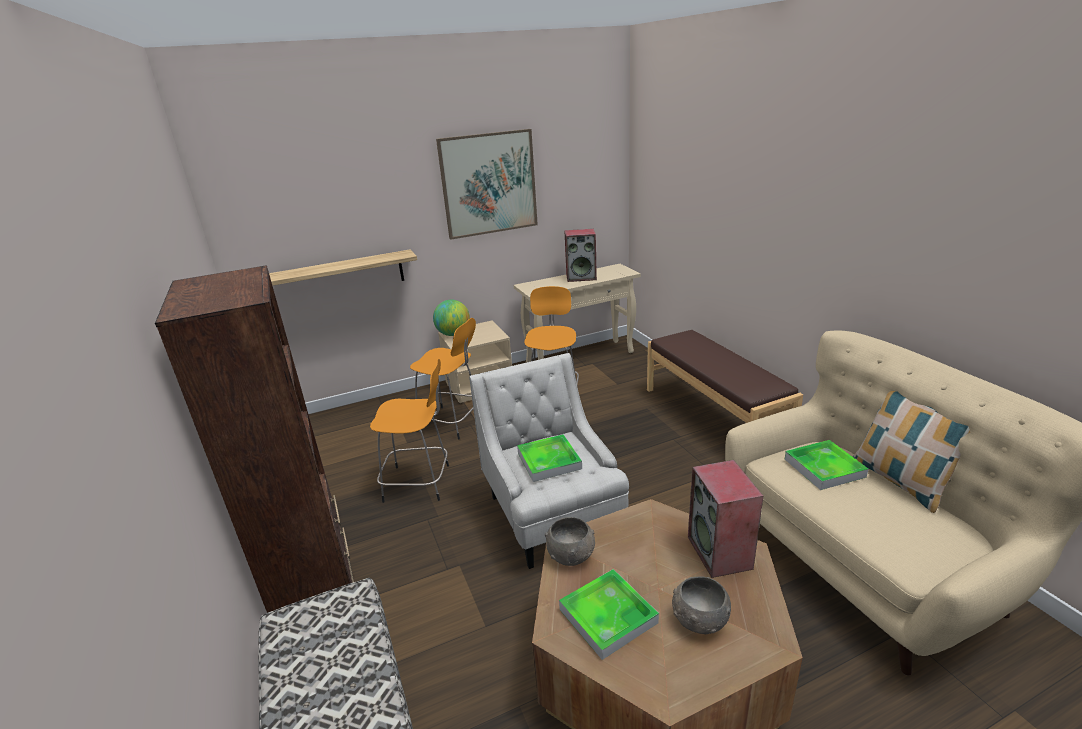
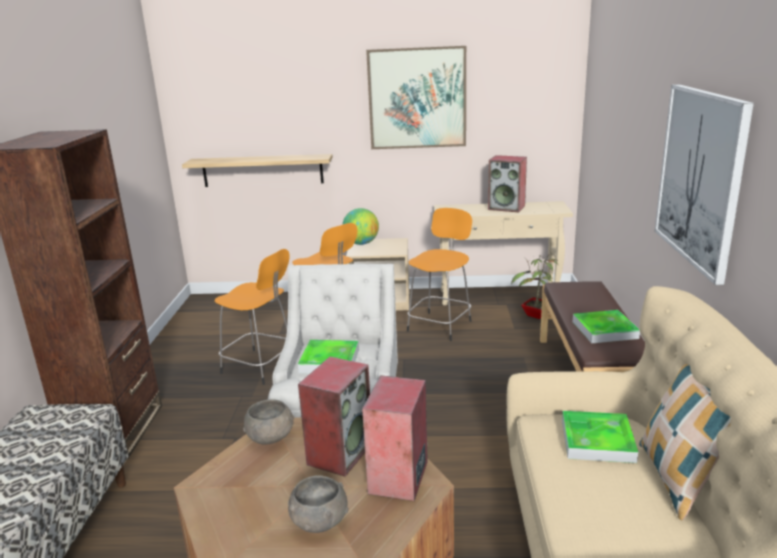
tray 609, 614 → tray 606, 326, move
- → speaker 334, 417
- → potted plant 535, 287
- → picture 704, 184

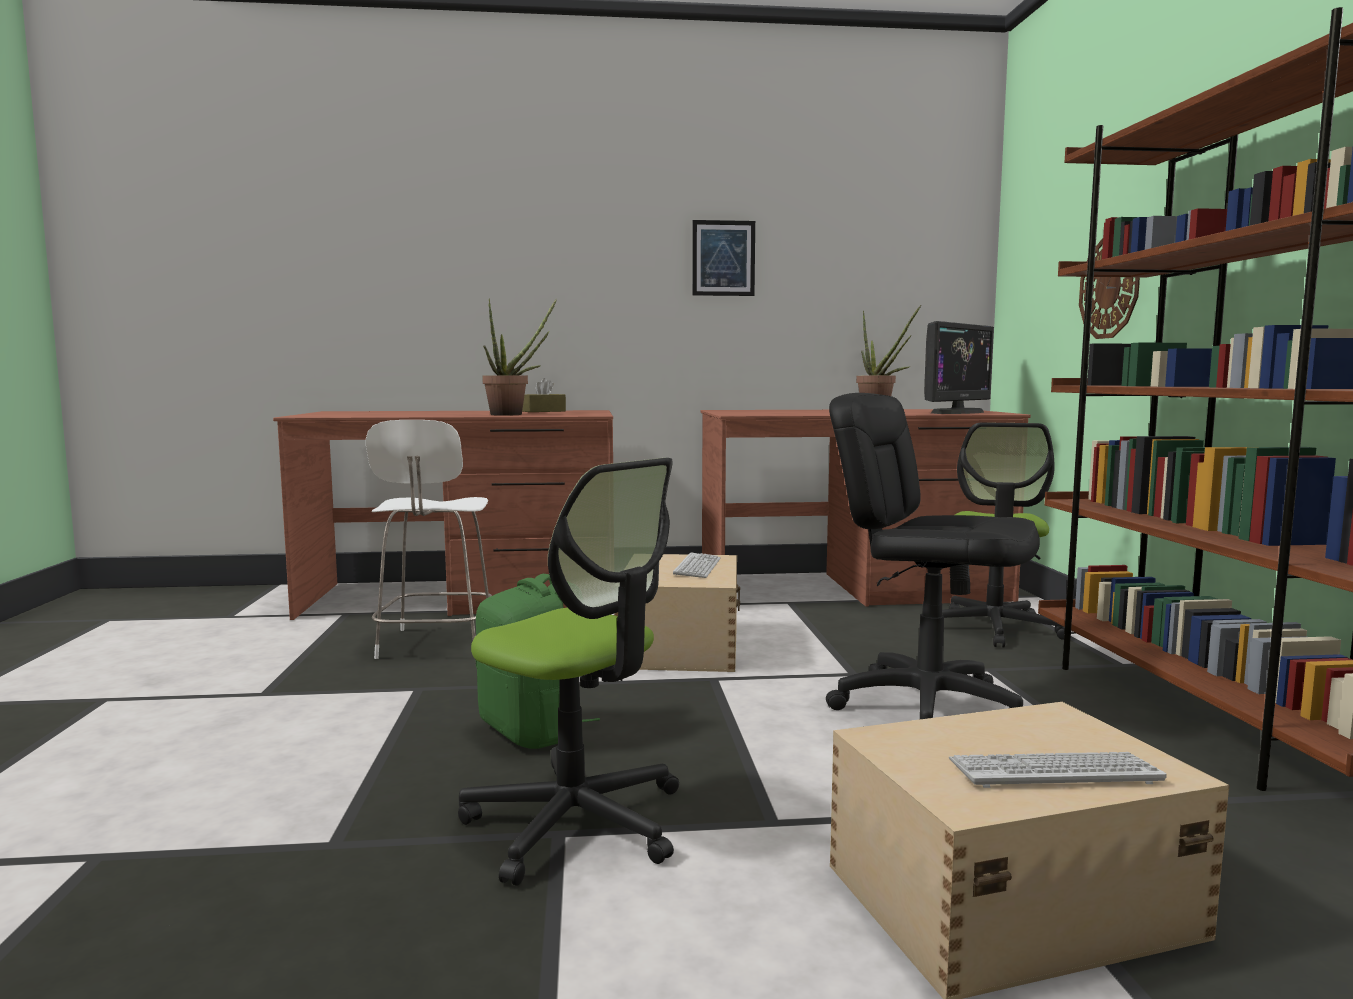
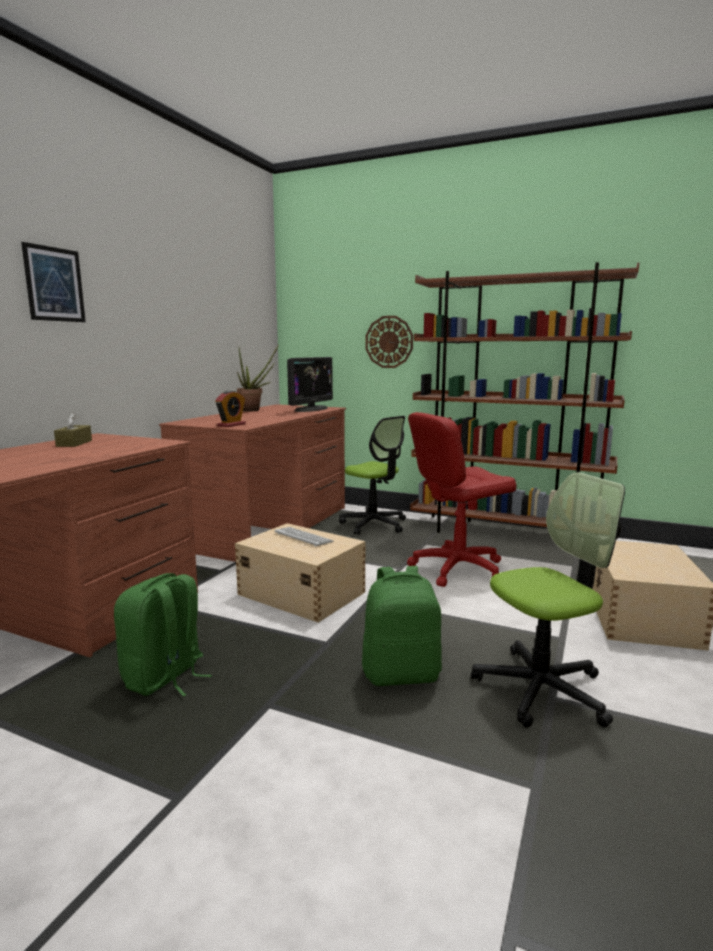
white stool 429, 539 → green backpack 163, 635
potted plant 519, 357 → -
picture 723, 258 → picture 53, 282, move
black office chair 933, 556 → red office chair 462, 499
monitor 959, 367 → monitor 310, 384, 45 degrees clockwise
keyboard 1058, 770 → -
- → alarm clock 230, 408

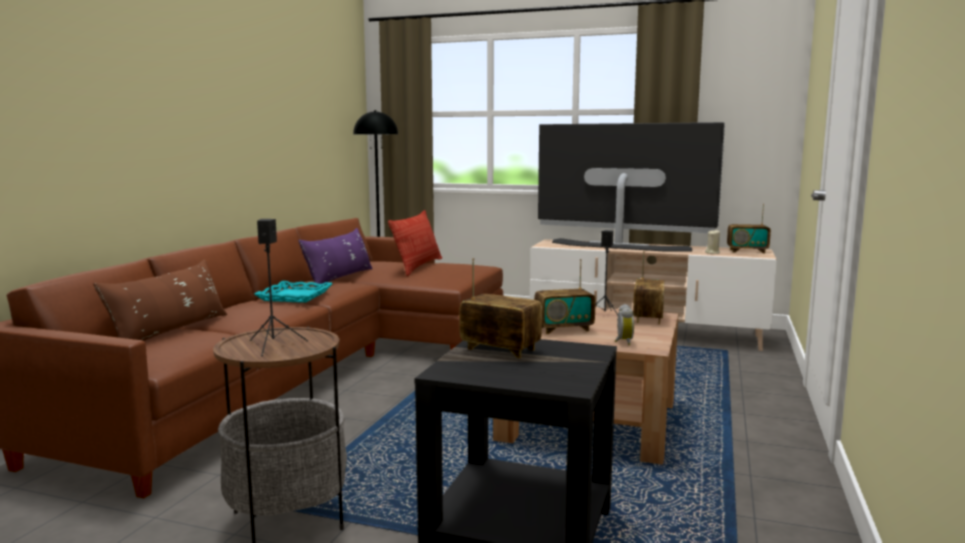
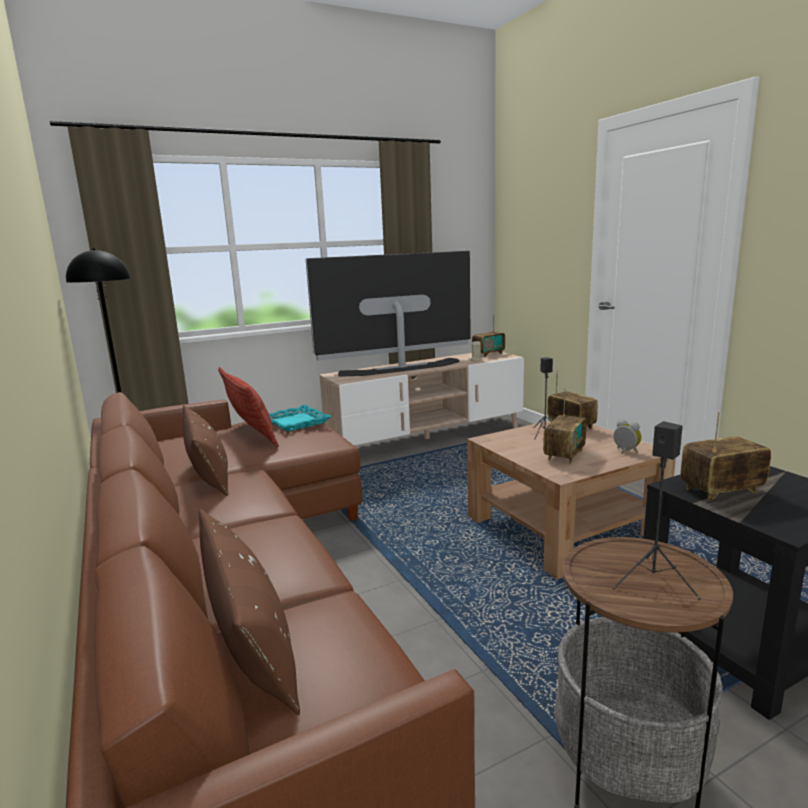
turquoise tray 293, 292 → turquoise tray 300, 418, move
purple pillow 335, 257 → brown pillow 205, 450

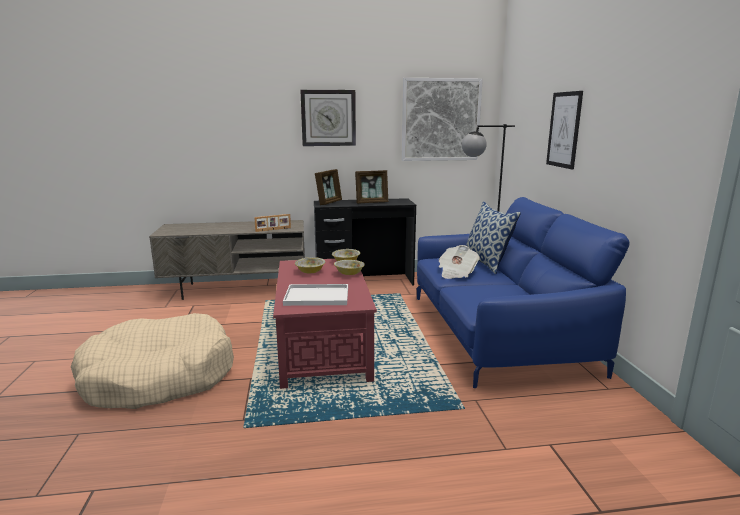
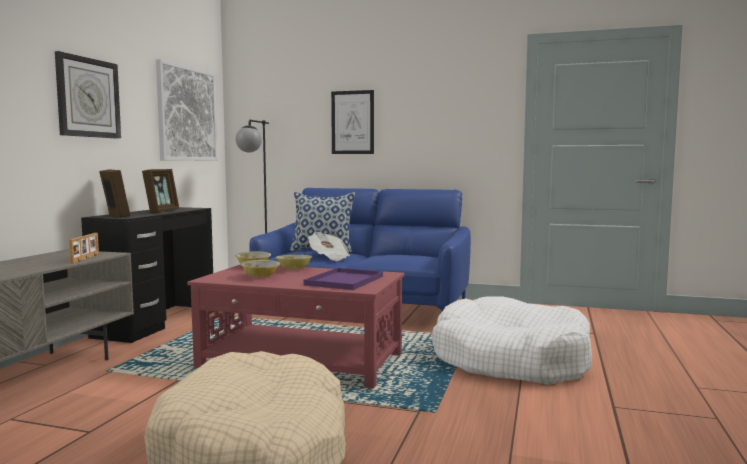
white tray 315, 295 → purple tray 343, 279
- → white dog bed 512, 340

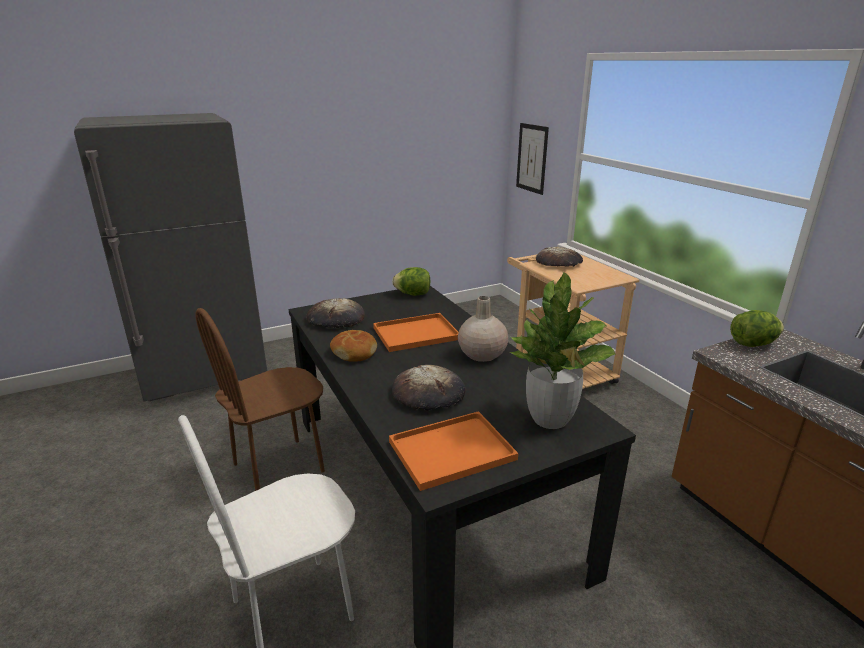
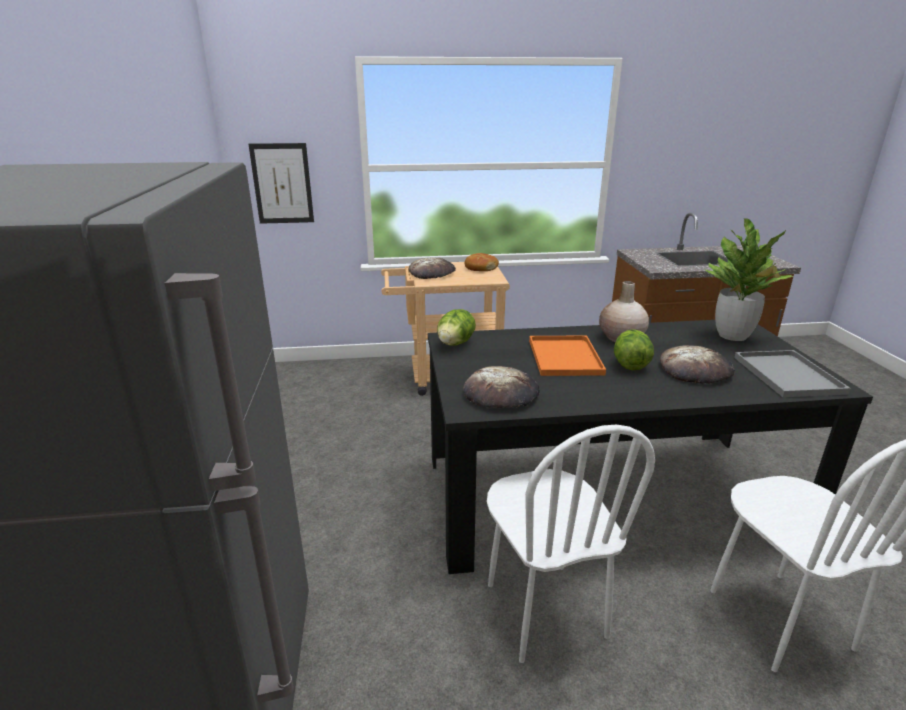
brown chair 260, 399 → white chair 571, 544
bread 353, 346 → bread 482, 262, move
orange tray 453, 451 → grey tray 792, 373
lettuce 757, 328 → lettuce 634, 349, move

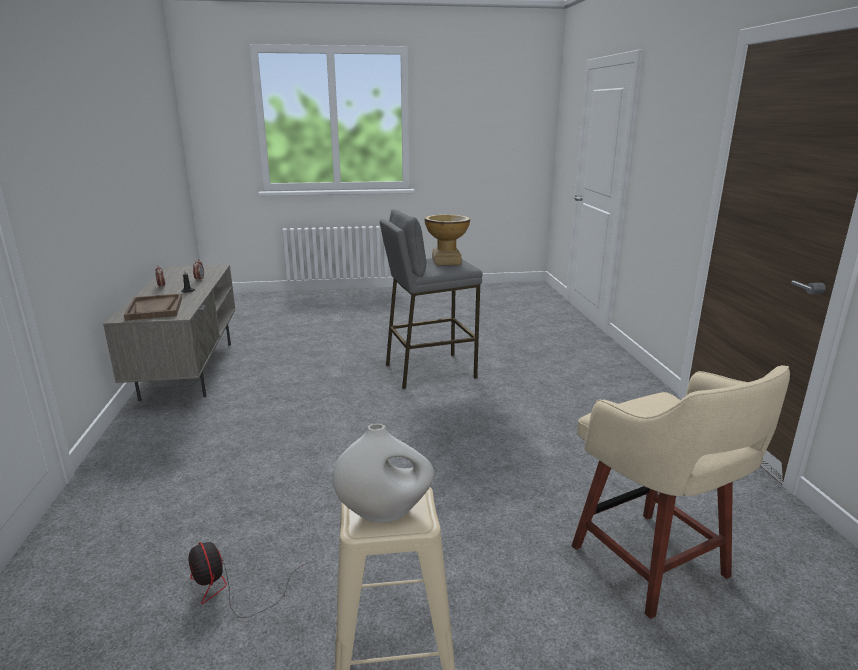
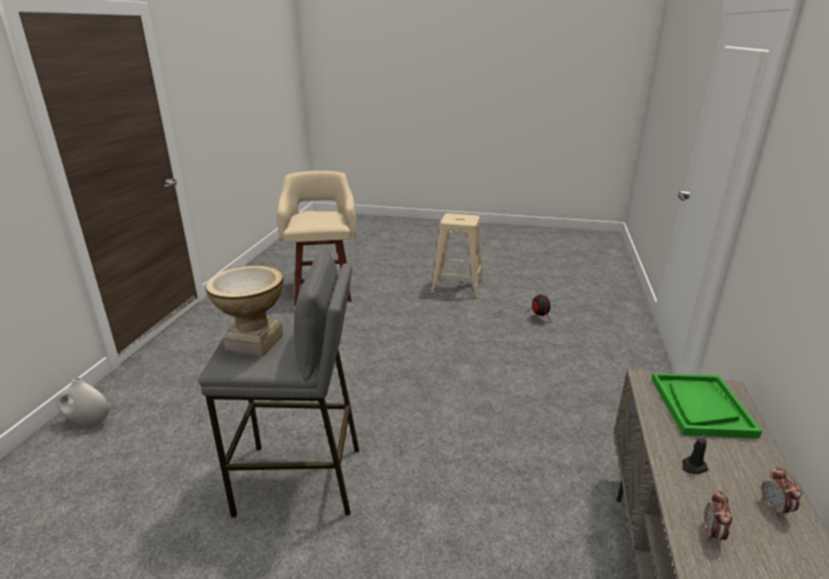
brown tray 153, 307 → green tray 706, 405
white vase 383, 473 → white vase 83, 403, move

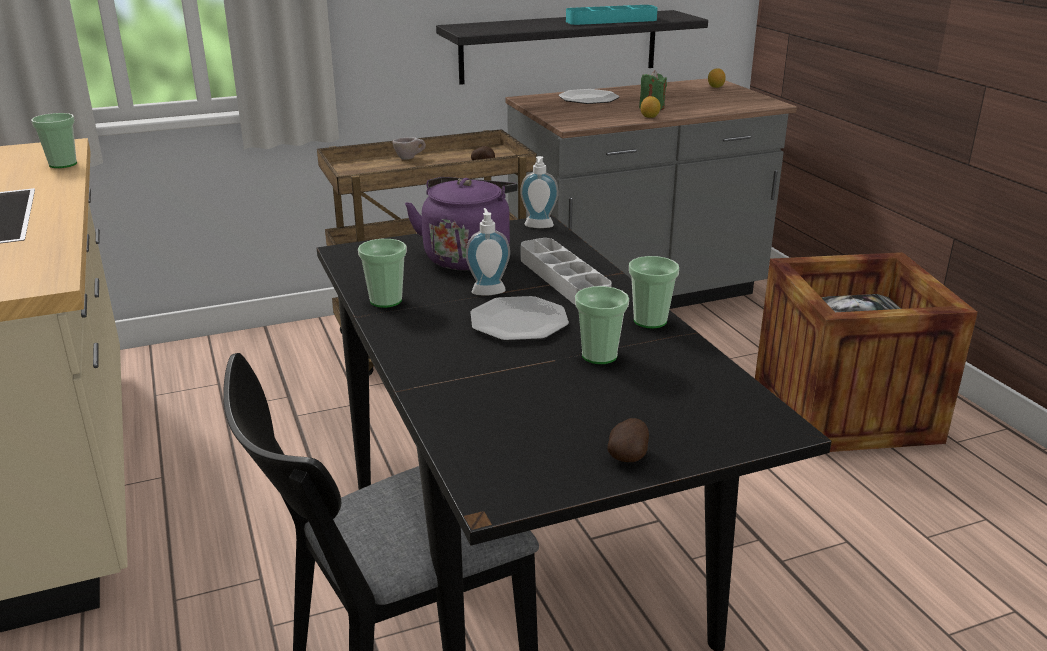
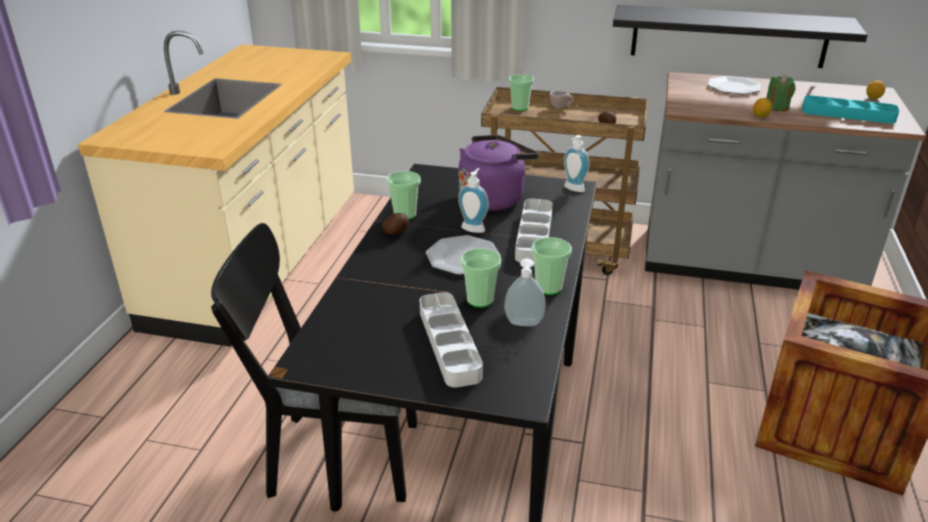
cup 54, 140 → cup 521, 92, move
turquoise tray 612, 15 → turquoise tray 850, 109, move
potato 628, 440 → potato 395, 224, move
- → grey tray 451, 340
- → soap dispenser 525, 292

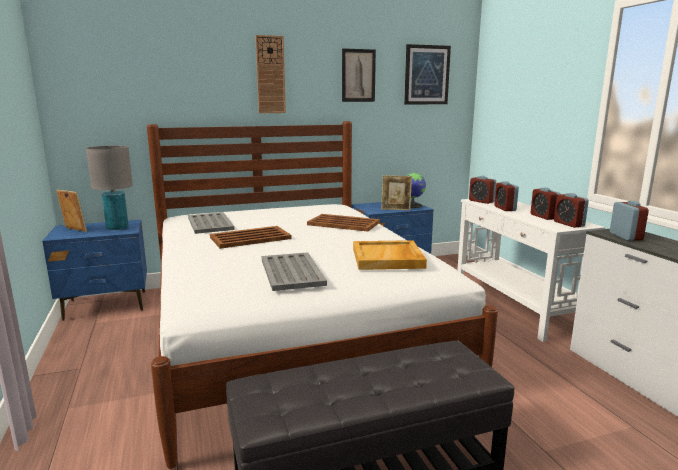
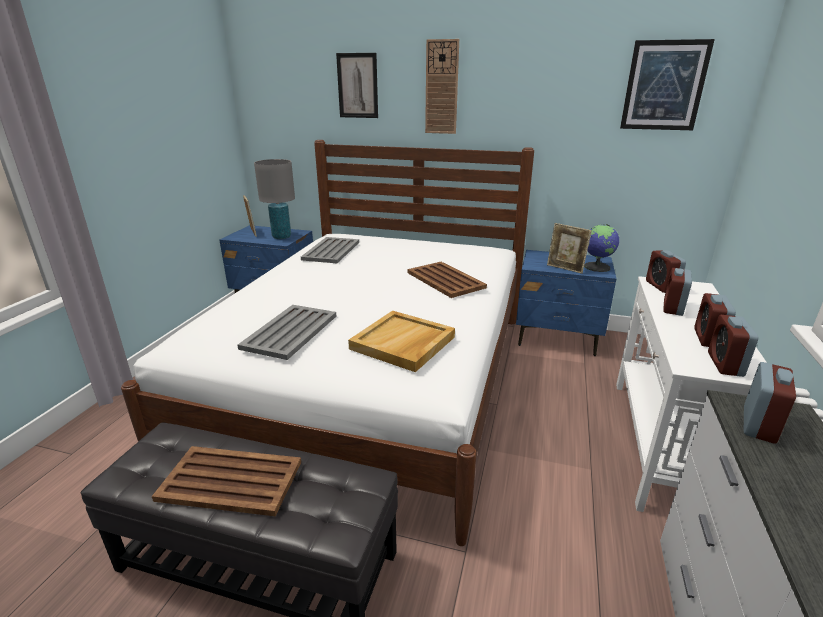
brown tray 251, 237 → brown tray 226, 481, move
picture 359, 75 → picture 357, 85, move

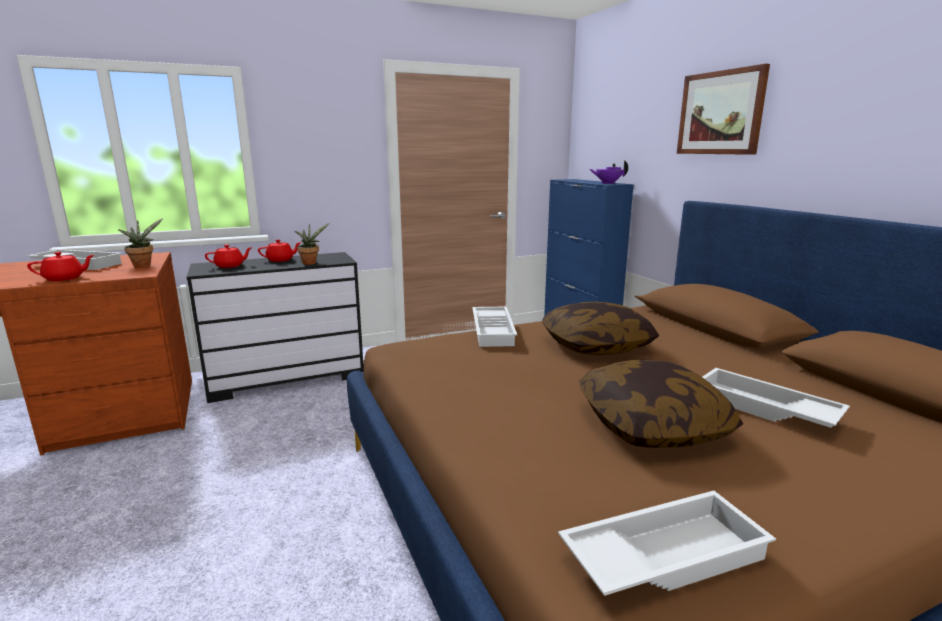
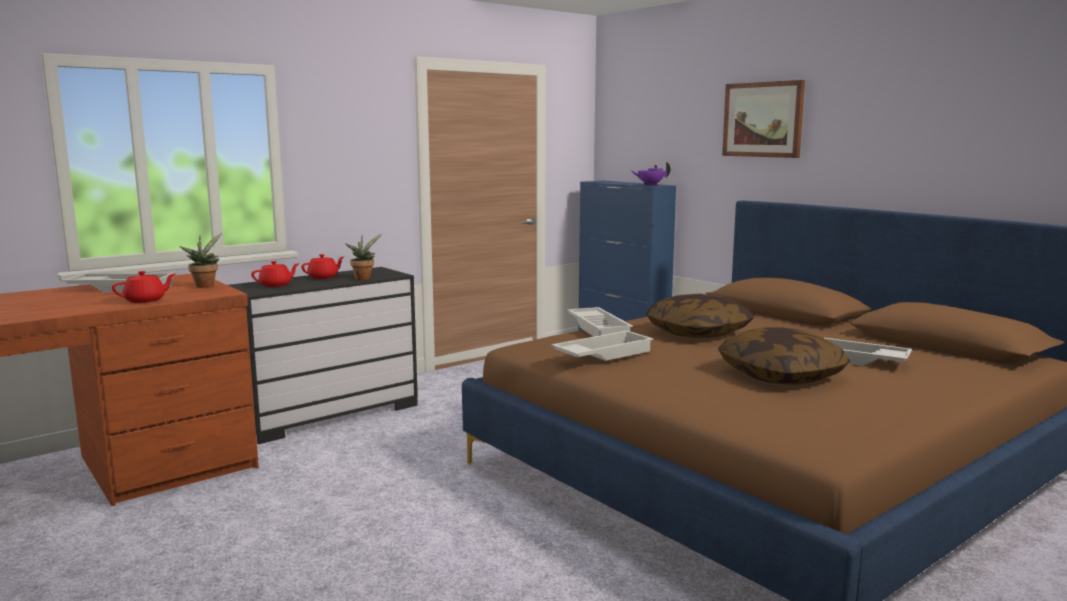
white tray 667, 543 → white tray 602, 345, move

